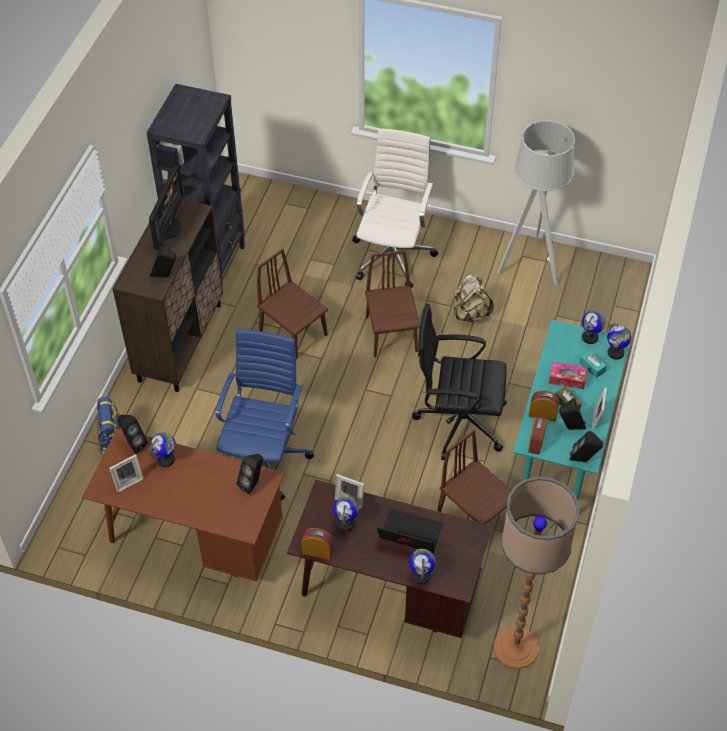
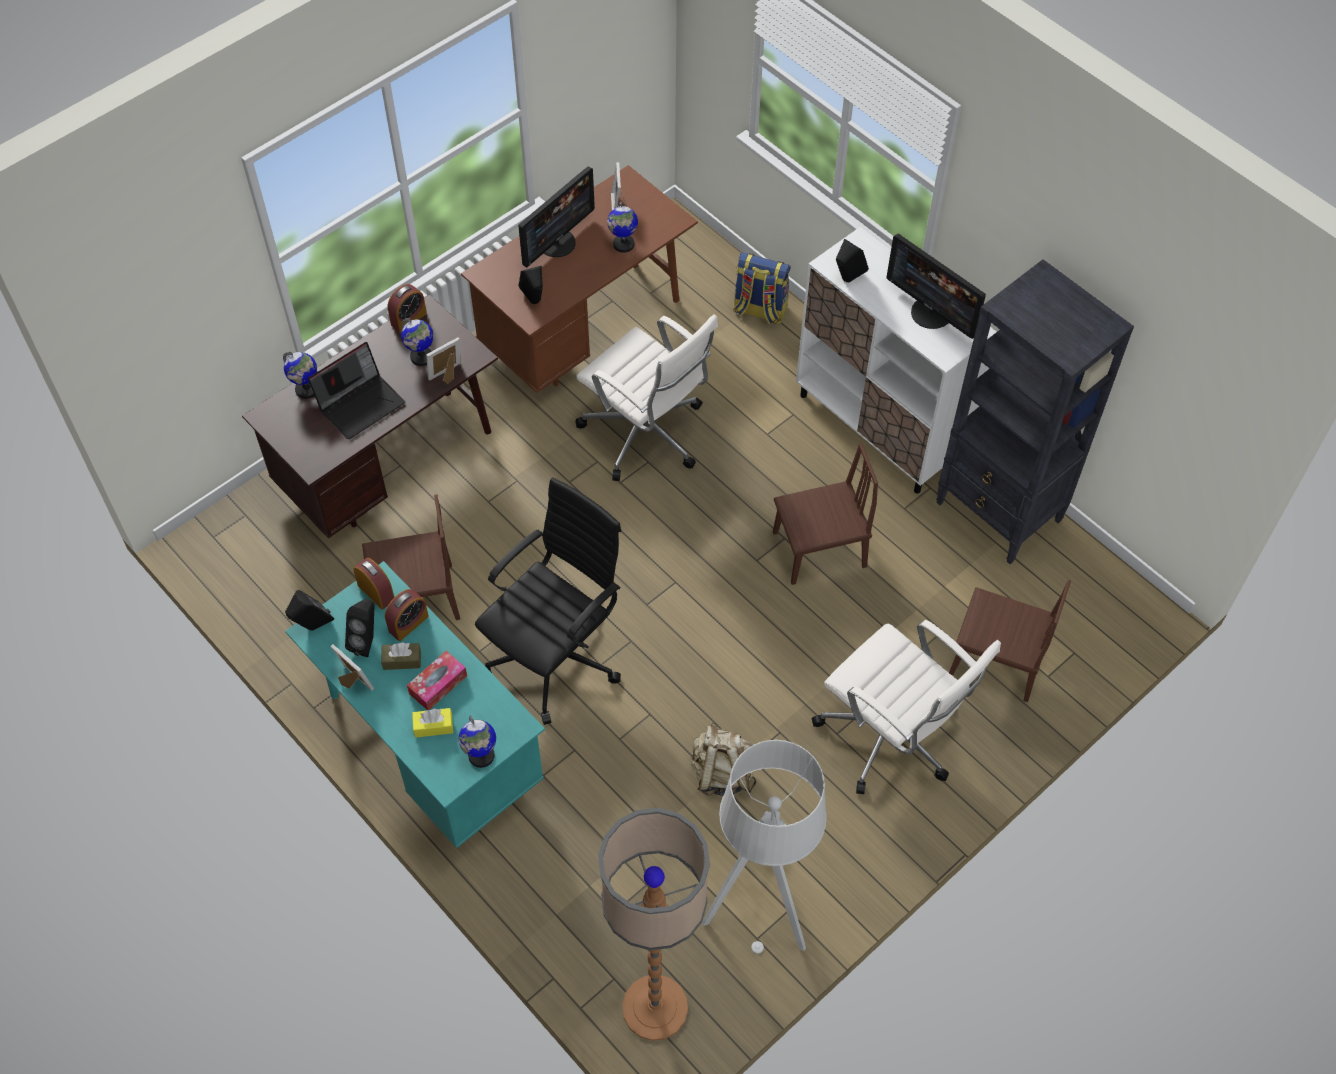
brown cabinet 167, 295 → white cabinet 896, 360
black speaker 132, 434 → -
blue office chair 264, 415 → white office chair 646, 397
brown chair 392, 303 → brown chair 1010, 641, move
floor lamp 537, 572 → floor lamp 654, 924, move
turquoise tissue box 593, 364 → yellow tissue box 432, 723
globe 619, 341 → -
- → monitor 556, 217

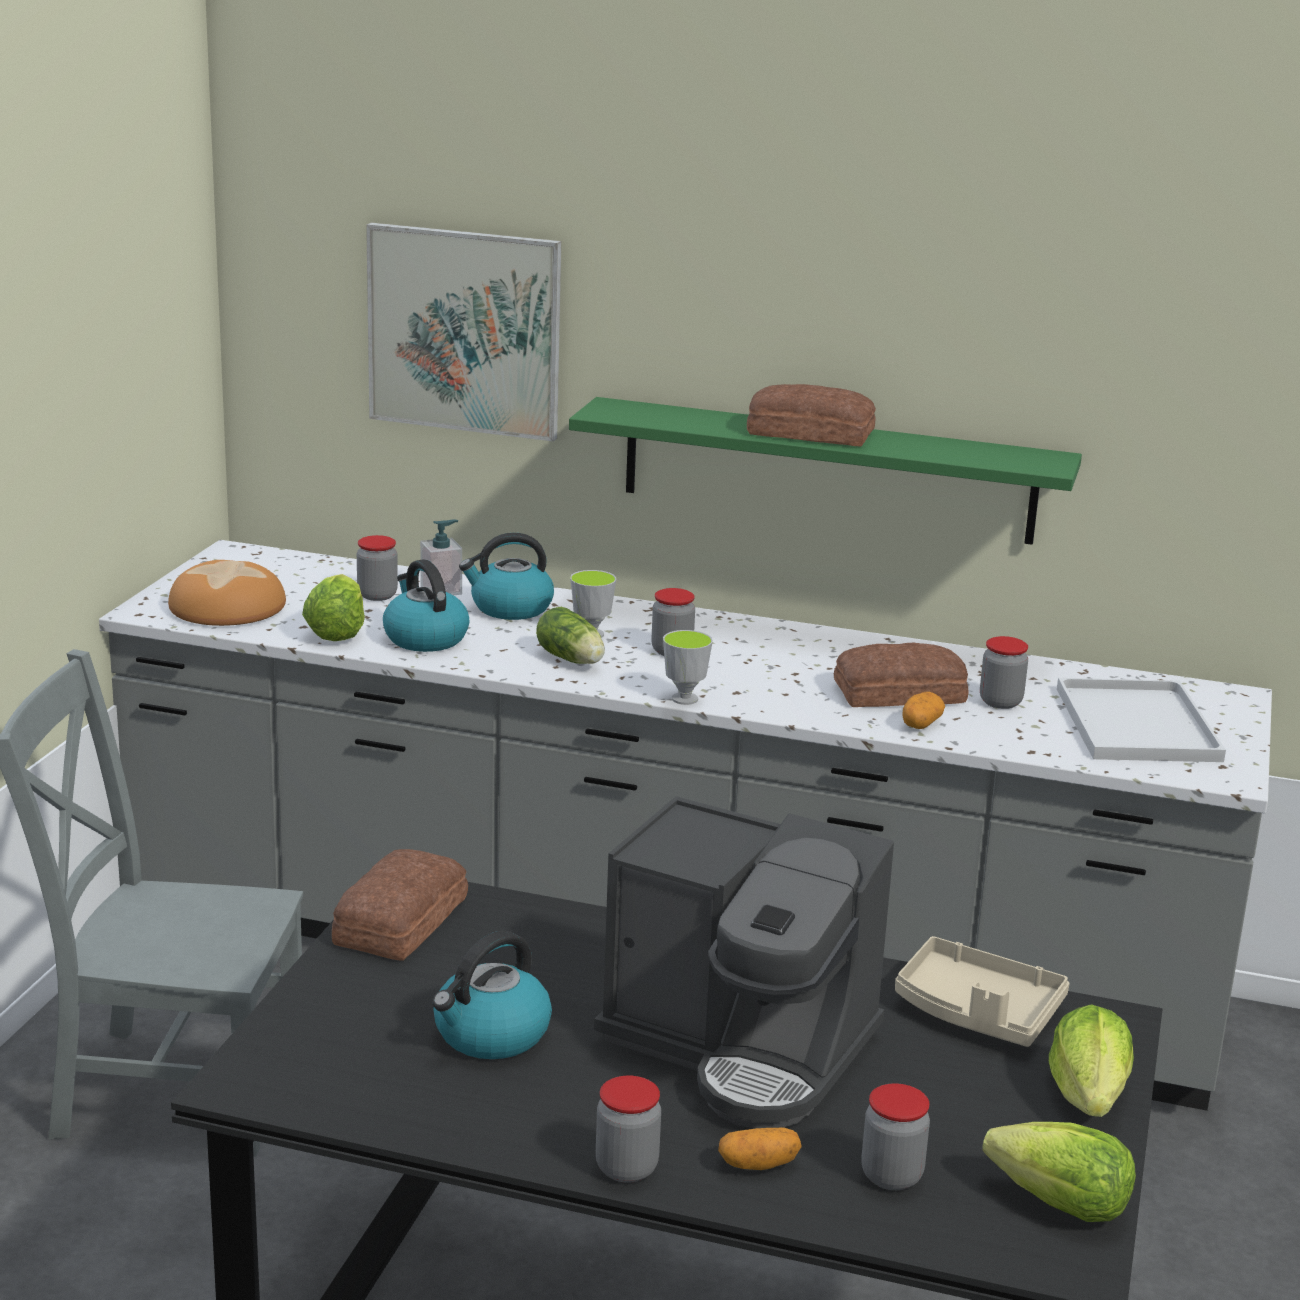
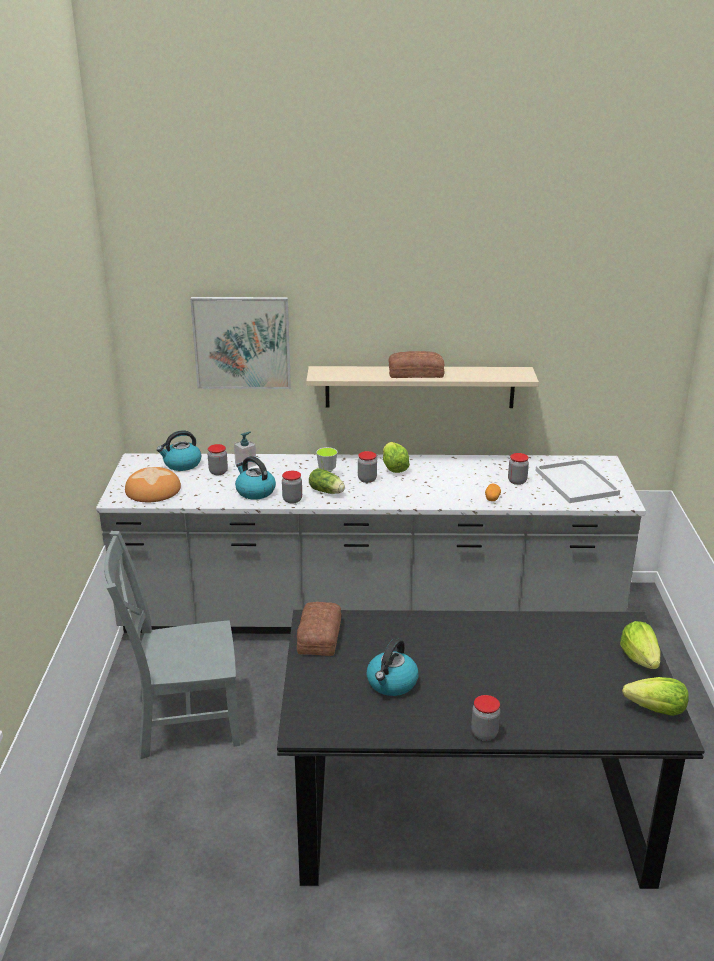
lettuce 333, 607 → lettuce 396, 457, move
kettle 506, 576 → kettle 179, 450, move
green shelf 825, 471 → beige shelf 422, 387
coffee machine 744, 962 → -
cup 688, 667 → -
potato 760, 1149 → -
bread 901, 675 → -
jar 895, 1136 → jar 292, 487, move
beige tray 982, 991 → -

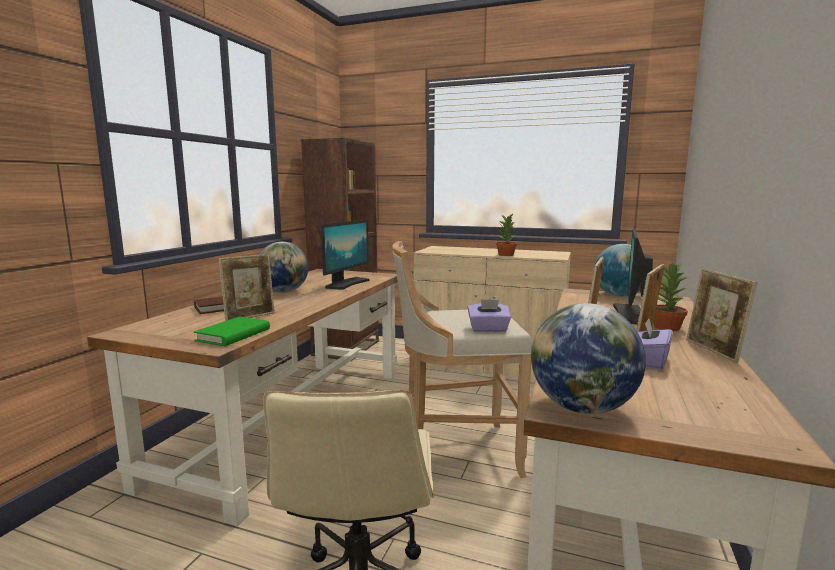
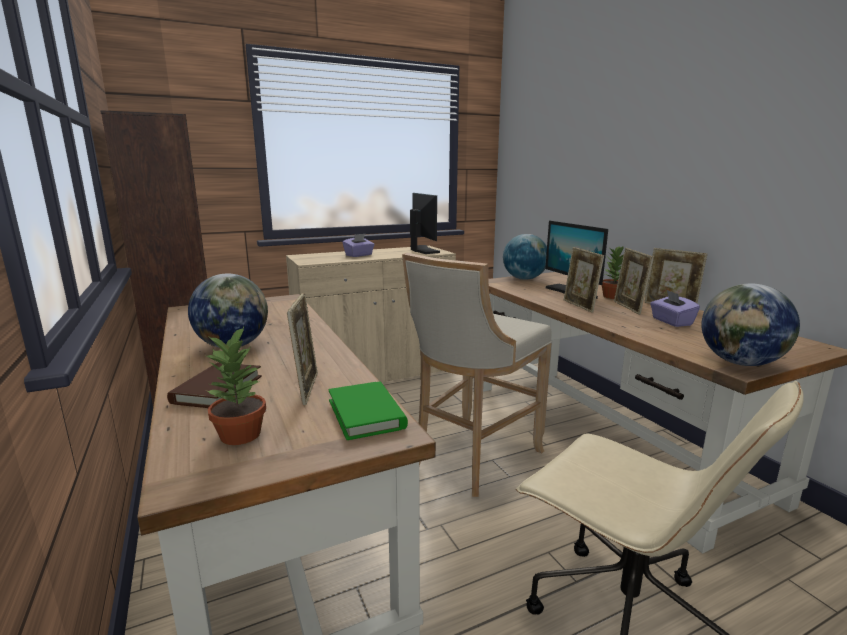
monitor 345, 254 → monitor 425, 223, move
purple tissue box 489, 315 → purple tissue box 358, 245, move
potted plant 506, 234 → potted plant 235, 386, move

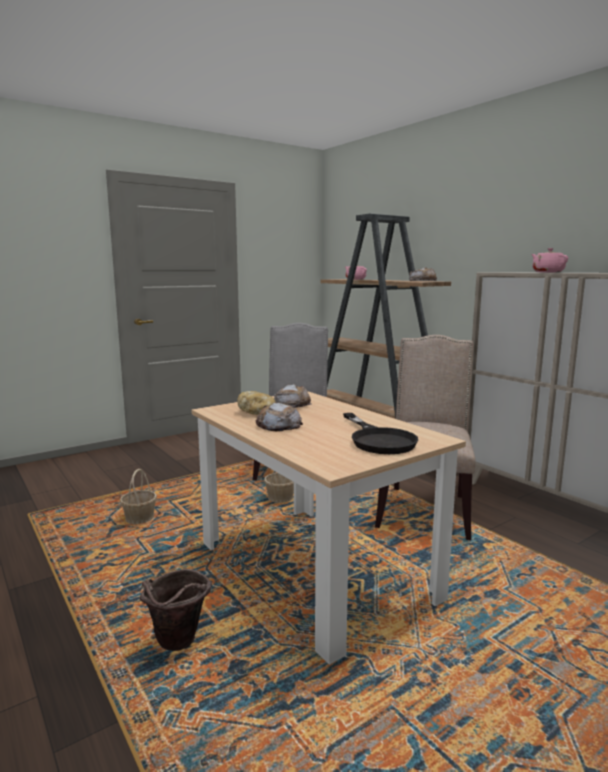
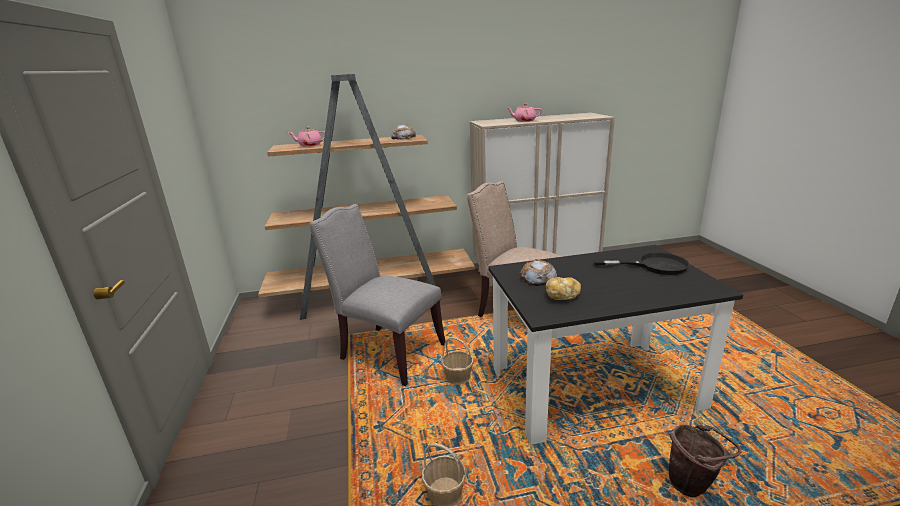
beige dining table 329, 528 → black dining table 615, 345
bread 279, 416 → -

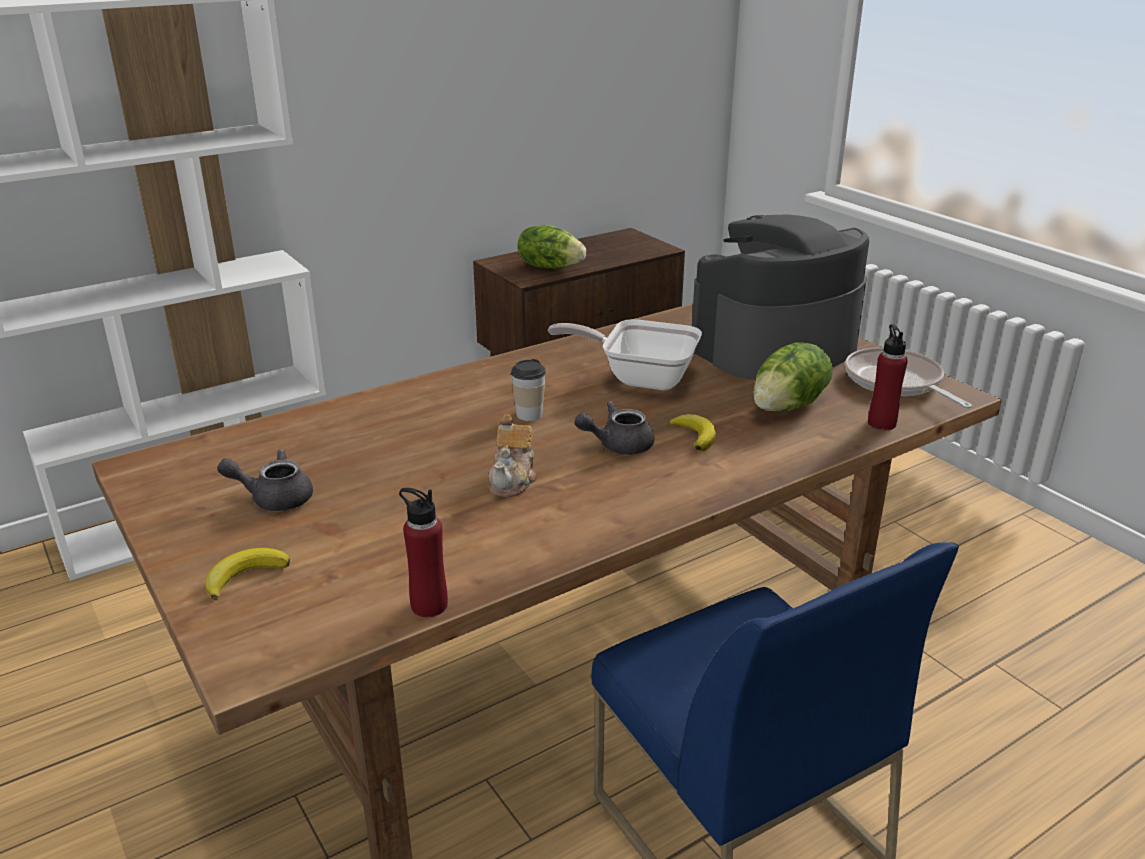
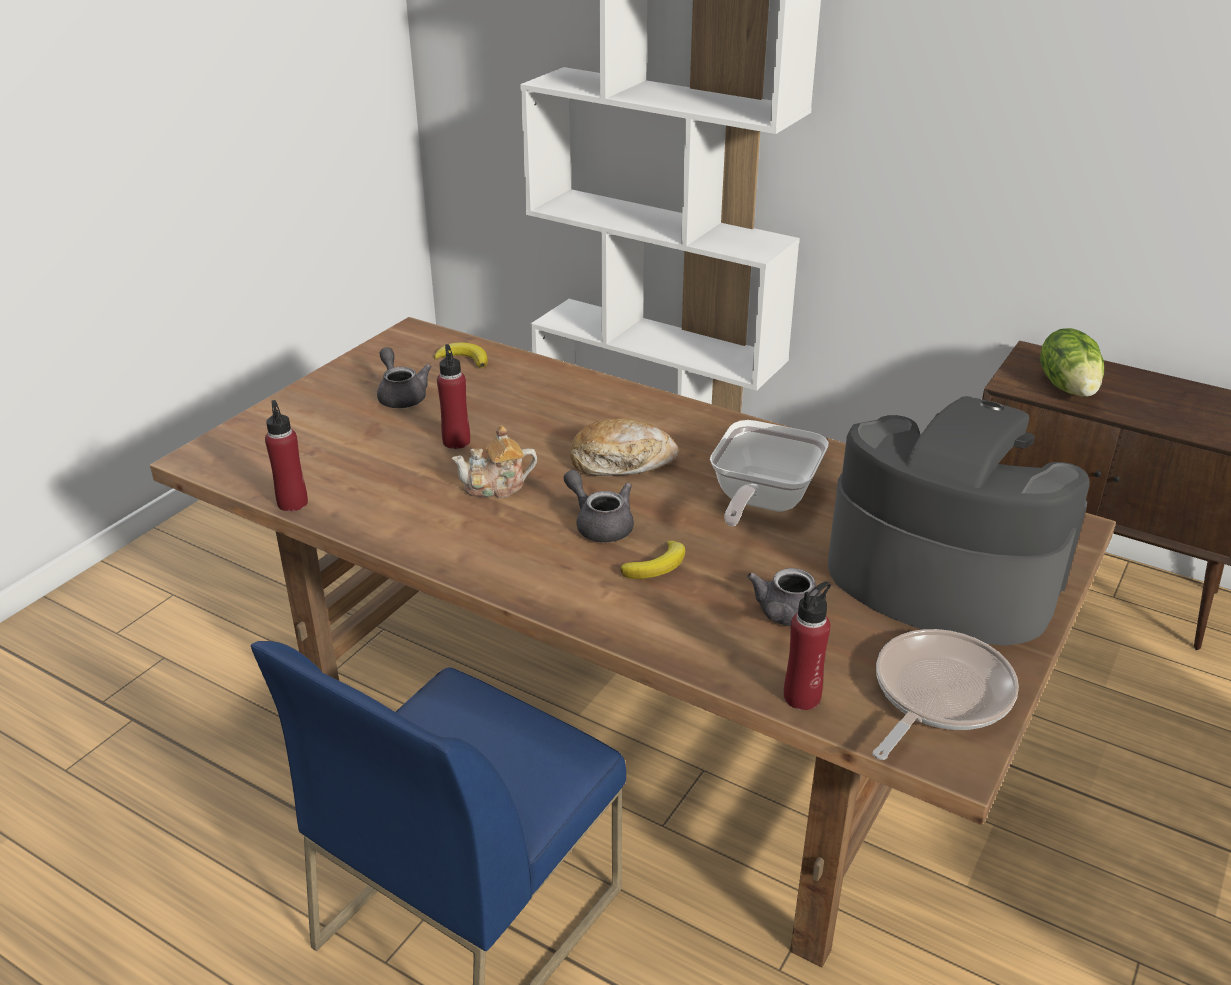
banana 247, 574 → banana 461, 355, move
cup 528, 390 → bread 624, 447
frying pan 625, 354 → frying pan 769, 473, 150 degrees counterclockwise
lettuce 793, 376 → grey teapot 784, 597
- → red bottle 453, 396

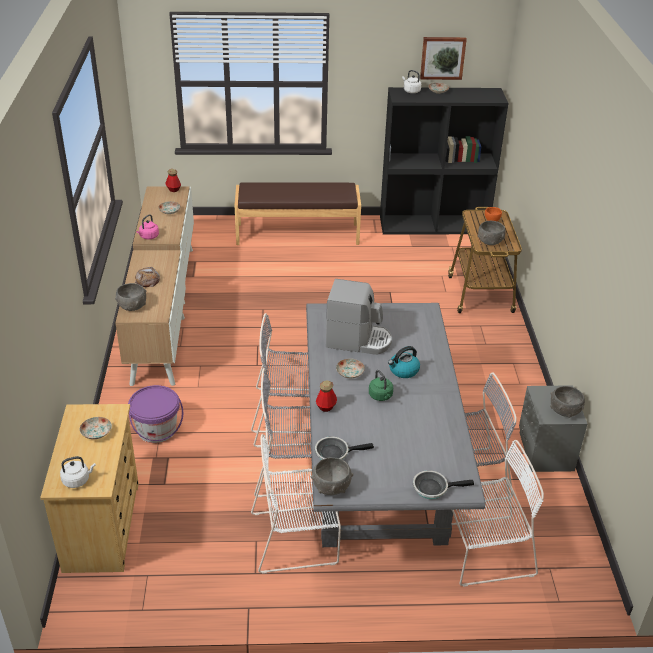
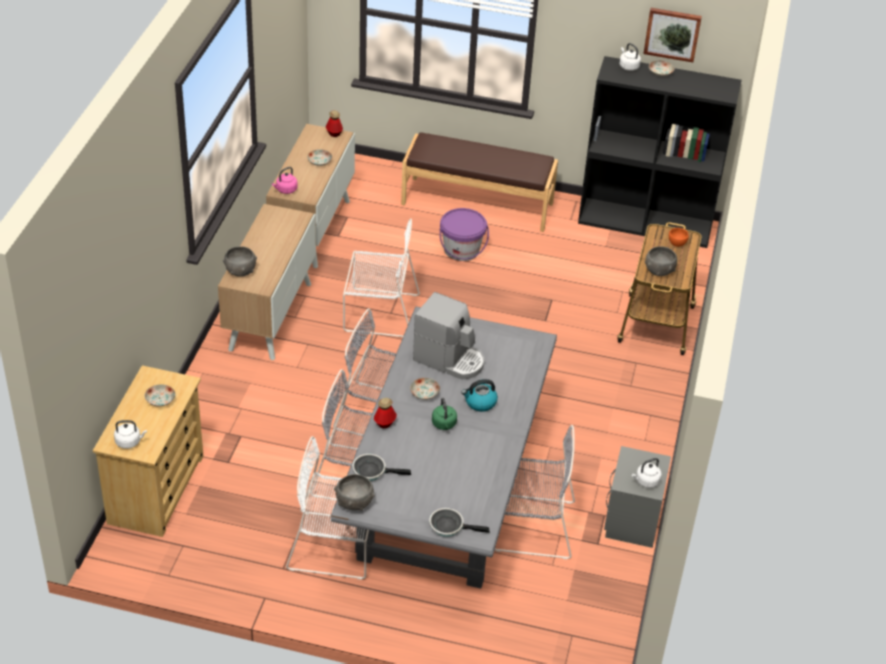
purple bucket 155, 414 → purple bucket 464, 234, move
bread 147, 277 → -
white chair 498, 513 → white chair 381, 277, move
grey bowl 567, 402 → white kettle 646, 473

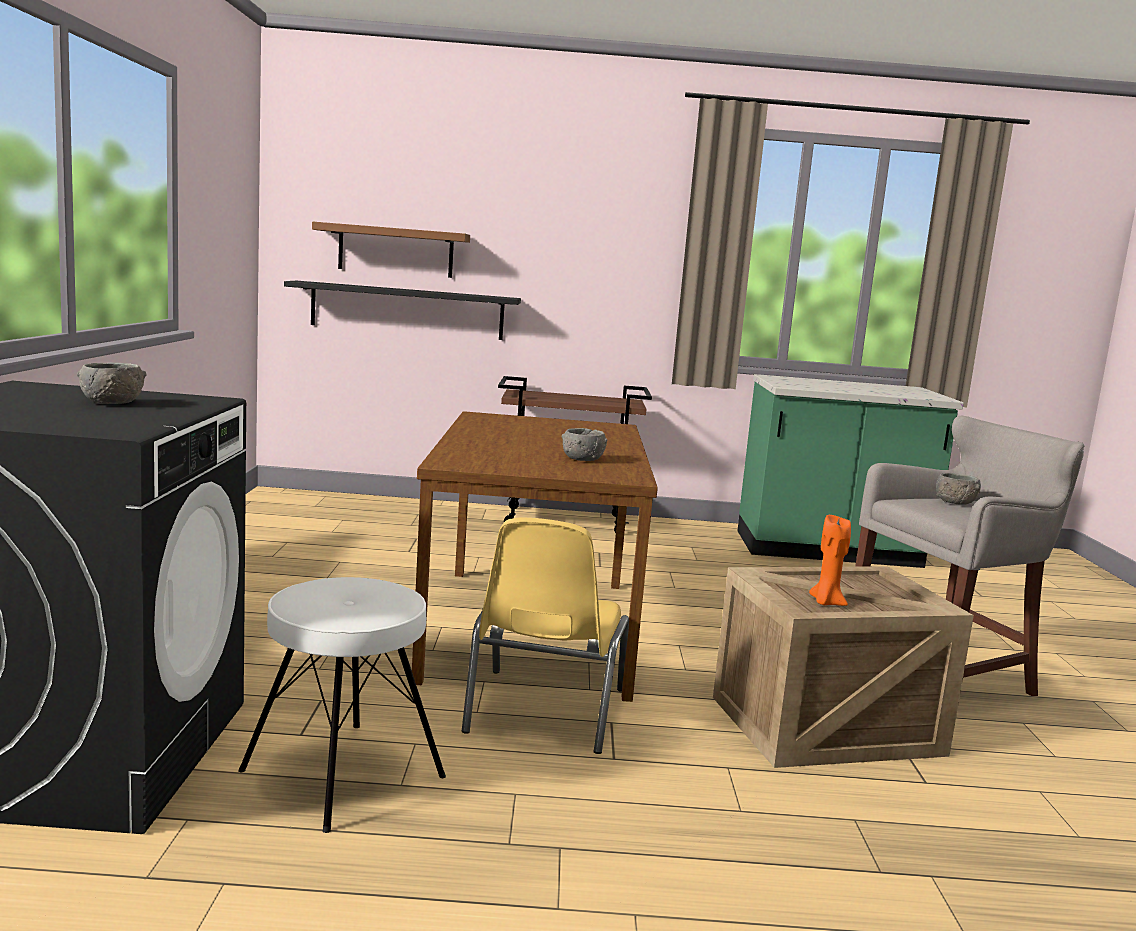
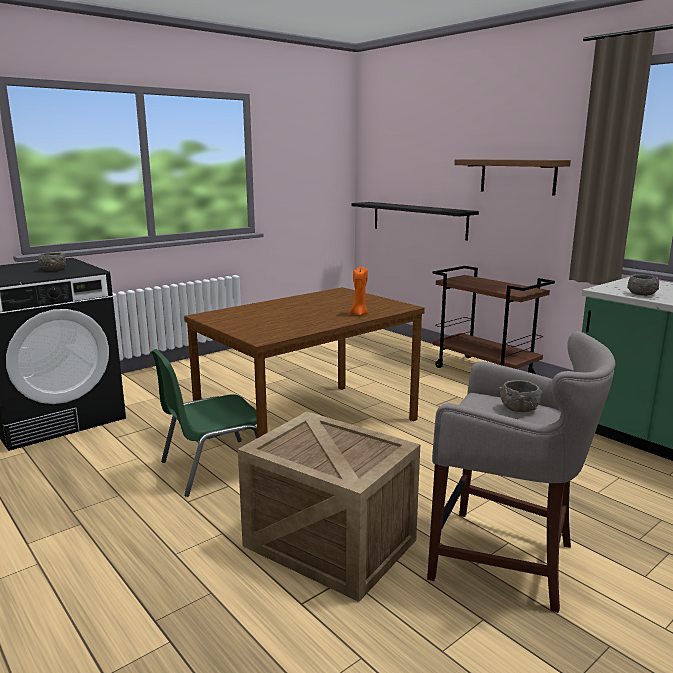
white stool 342, 705 → -
brown shelf 391, 250 → brown shelf 512, 177, move
yellow chair 545, 635 → green chair 204, 423
grey bowl 584, 444 → grey bowl 643, 285, move
orange candle 830, 560 → orange candle 359, 291, move

